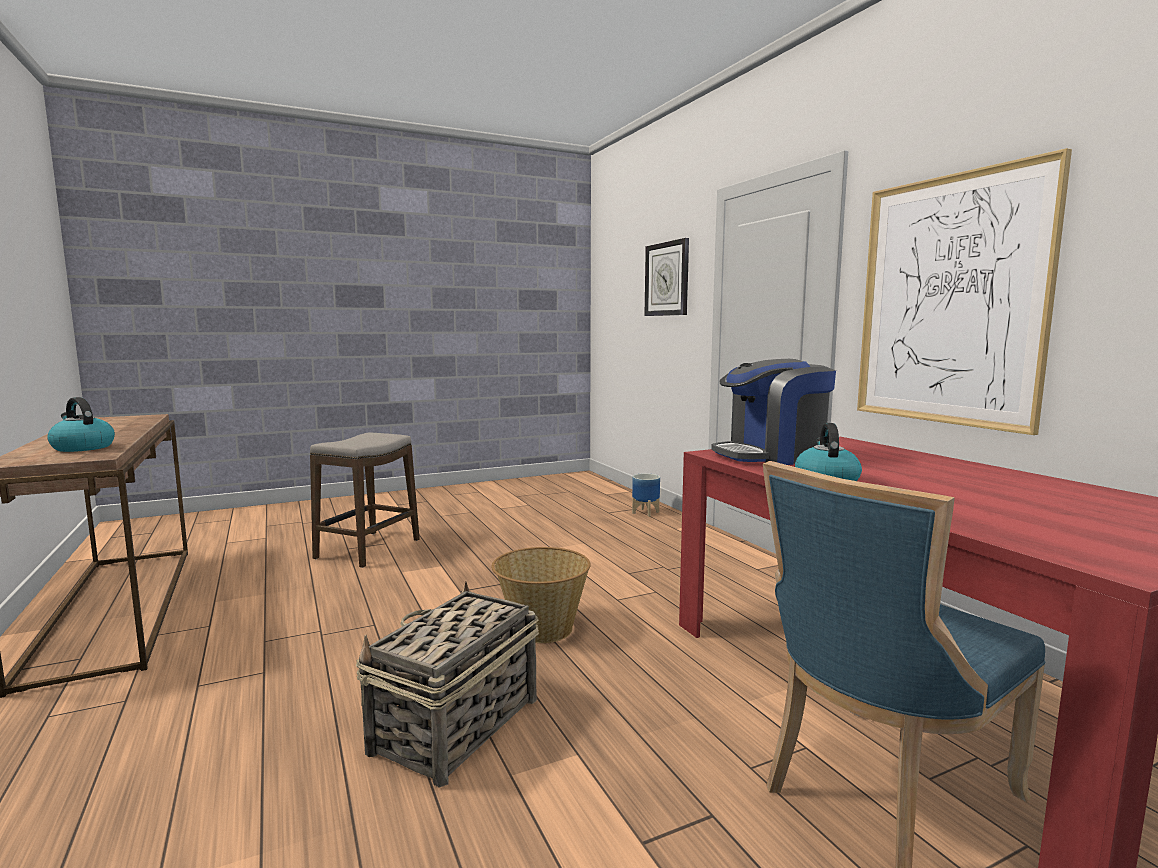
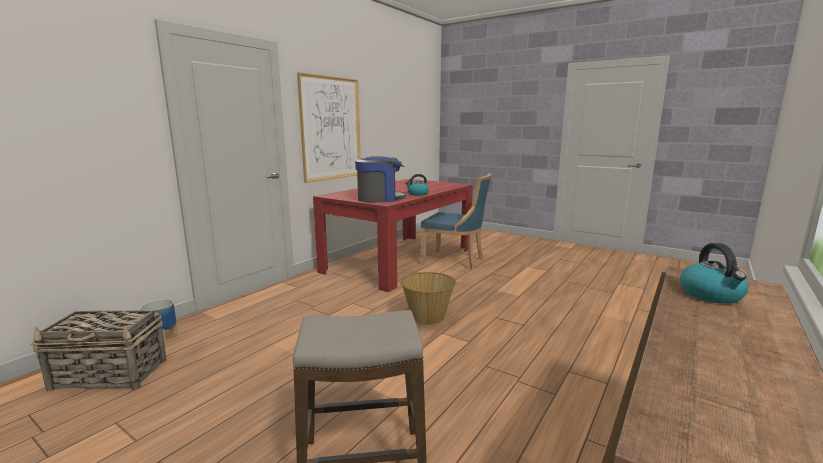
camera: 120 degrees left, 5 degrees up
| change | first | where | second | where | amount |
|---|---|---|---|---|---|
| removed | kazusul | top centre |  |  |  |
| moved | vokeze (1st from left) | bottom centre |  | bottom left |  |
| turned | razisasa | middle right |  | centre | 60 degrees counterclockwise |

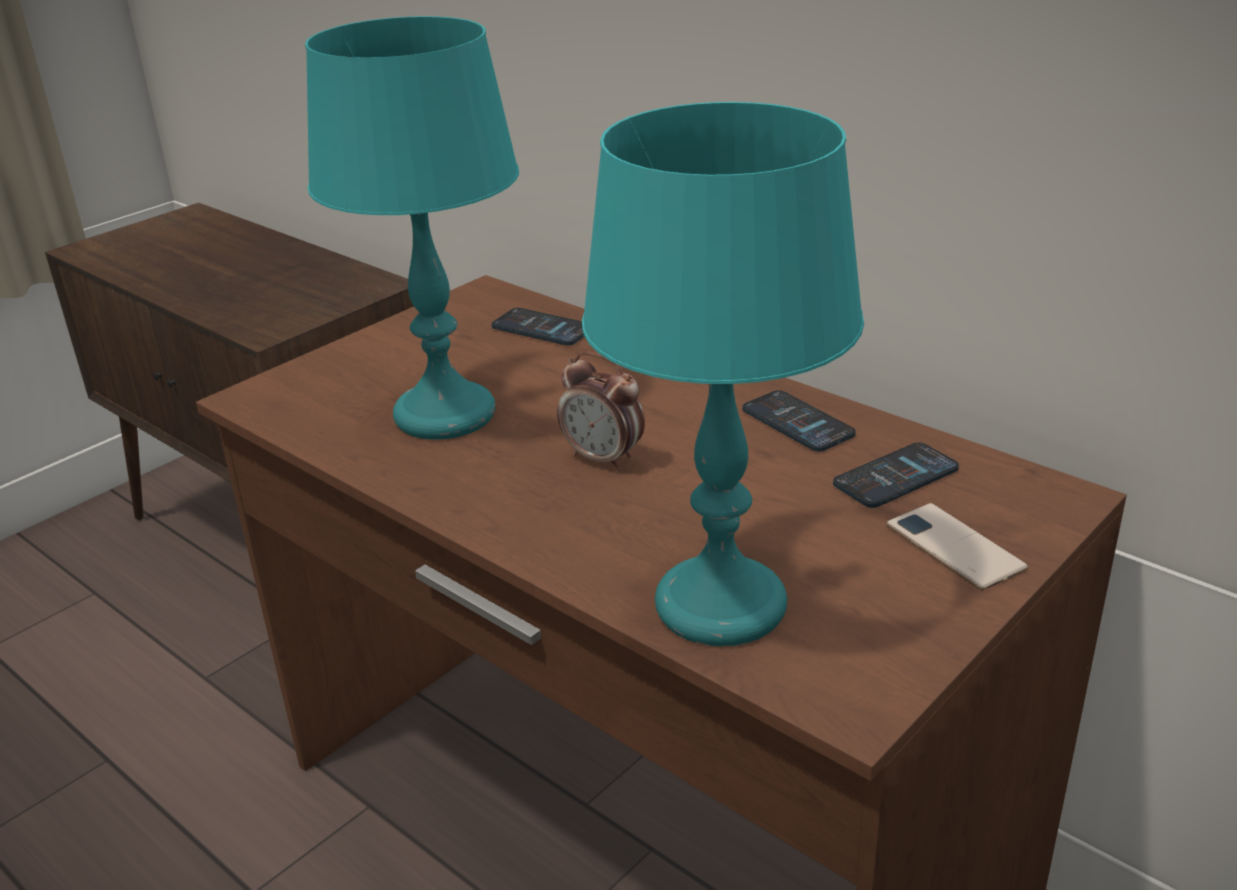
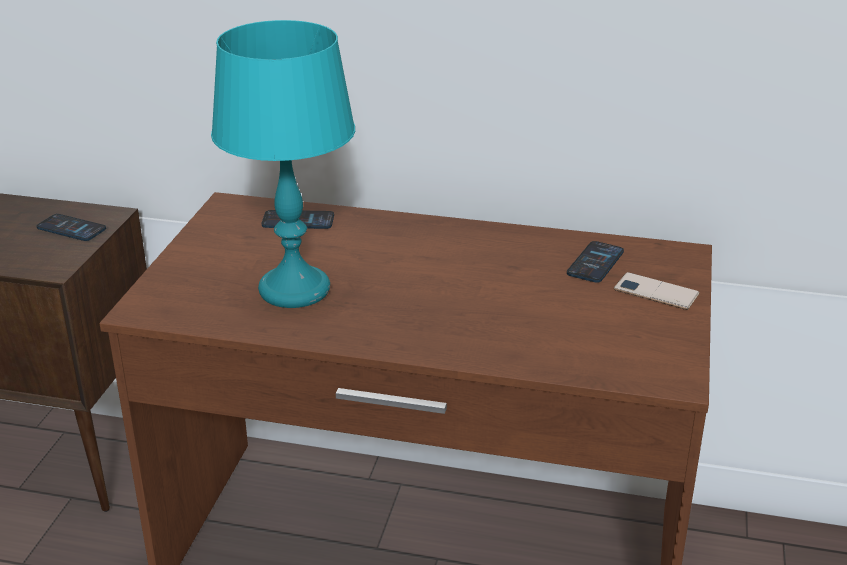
camera: 30 degrees left, 0 degrees up
| change | first | where | second | where | amount |
|---|---|---|---|---|---|
| removed | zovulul | centre |  |  |  |
| removed | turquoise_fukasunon (2nd from left) | centre |  |  |  |
| moved | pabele (2nd from left in the first image) | centre | pabele (1st from left) | middle left |  |

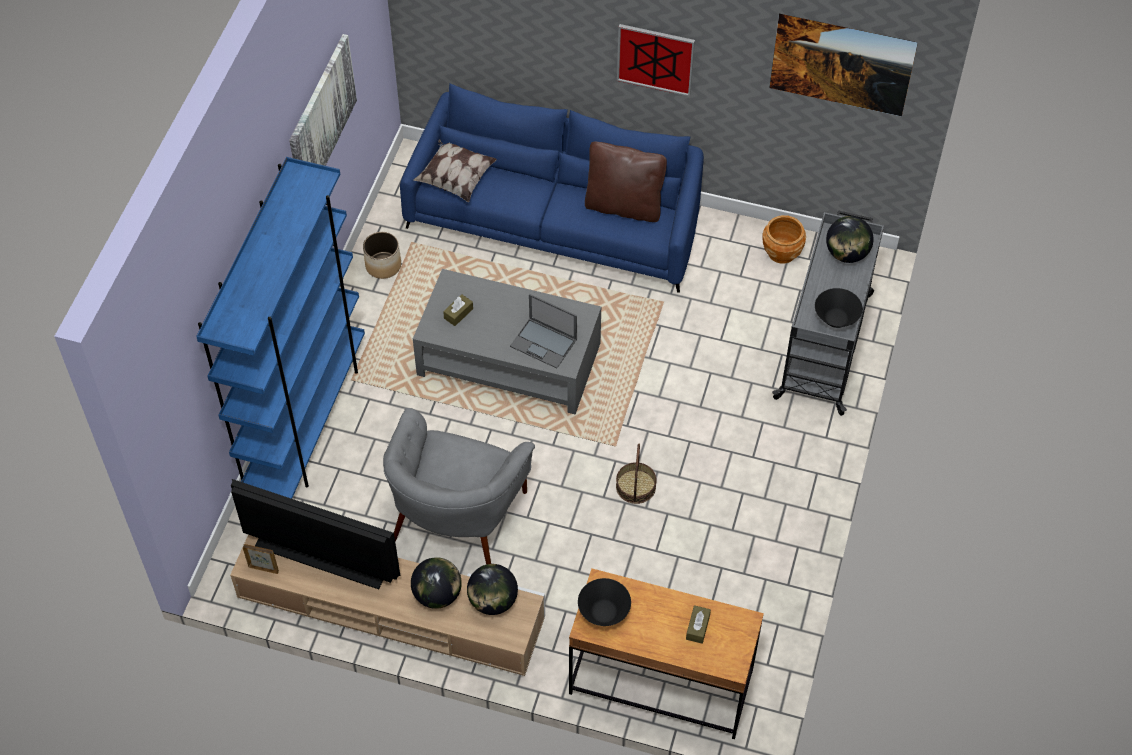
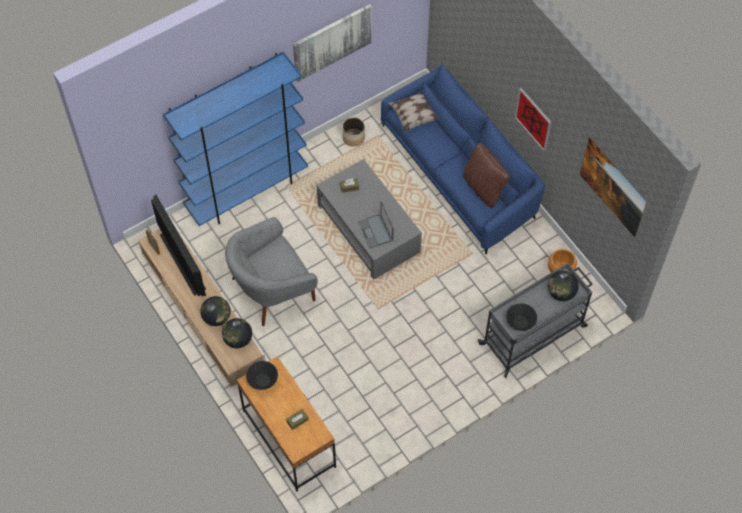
camera: 40 degrees right, 5 degrees up
| change | first | where | second | where | amount |
|---|---|---|---|---|---|
| removed | vokeze | centre |  |  |  |

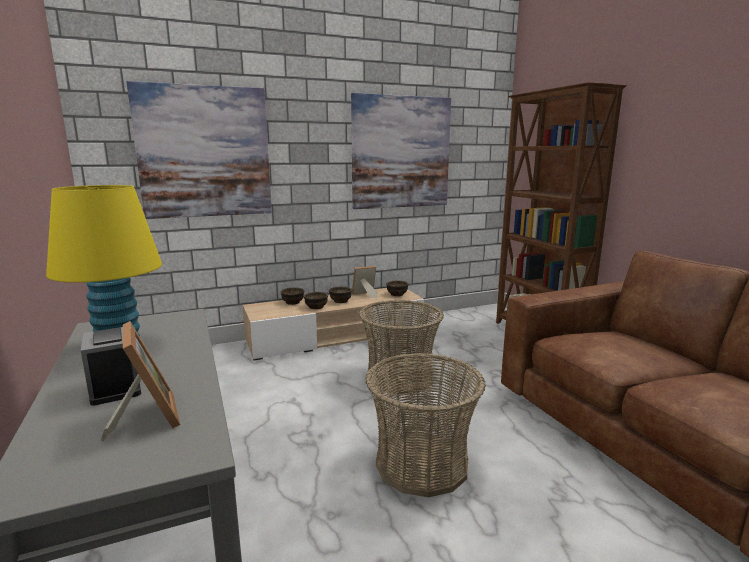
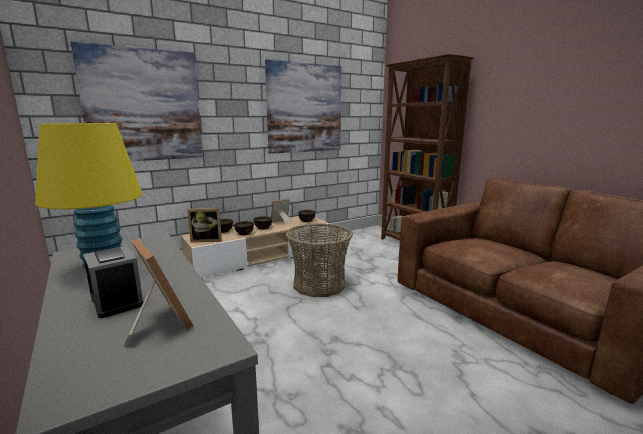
camera: 10 degrees left, 0 degrees up
| change | first | where | second | where | amount |
|---|---|---|---|---|---|
| removed | vokeze (2nd from left) | bottom centre |  |  |  |
| added |  |  | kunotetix (2nd from left) | middle left |  |

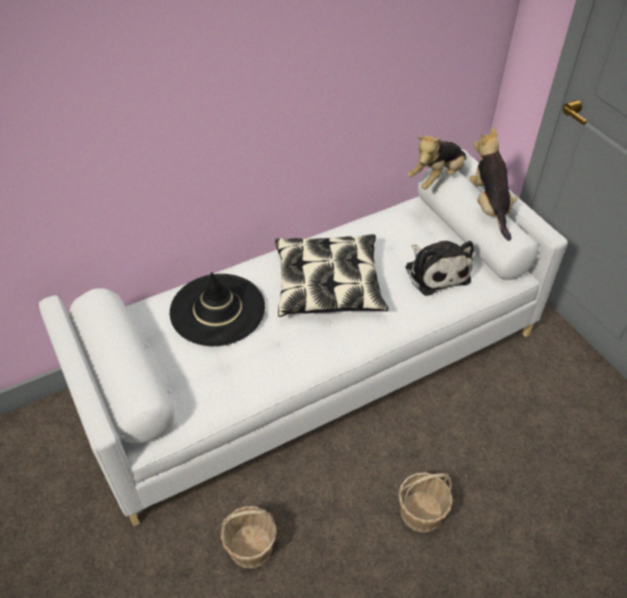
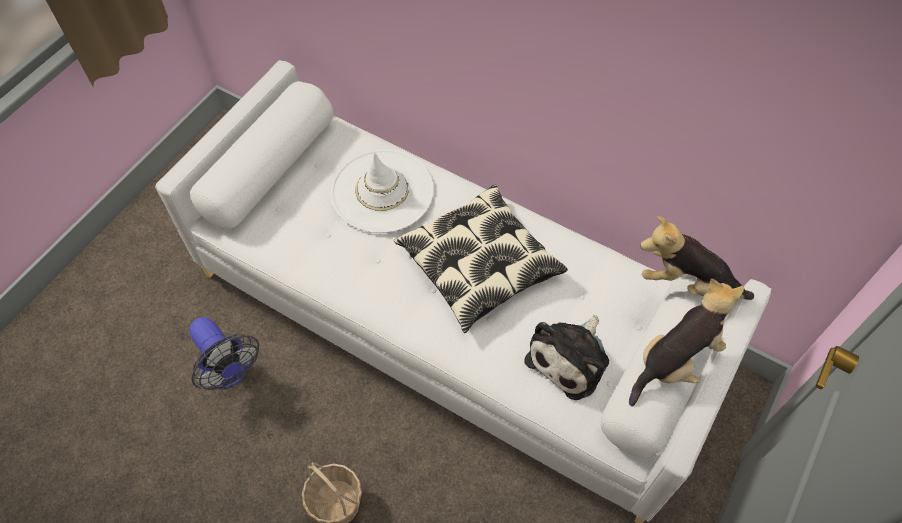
camera: 60 degrees right, 10 degrees up
| change | first | where | second | where | amount |
|---|---|---|---|---|---|
| replaced | vokeze (1st from left) | bottom centre | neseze | bottom left |  |
| recoloured | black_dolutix | centre | white_dolutix | centre |  |

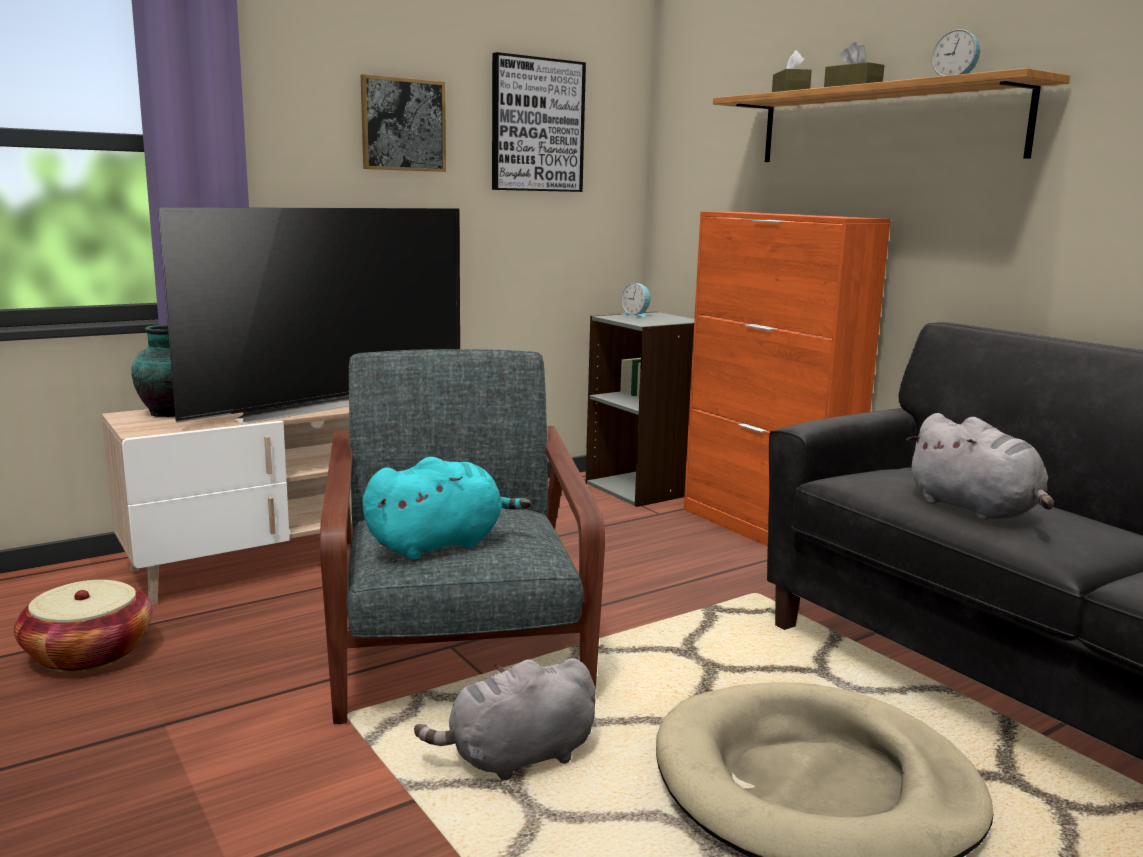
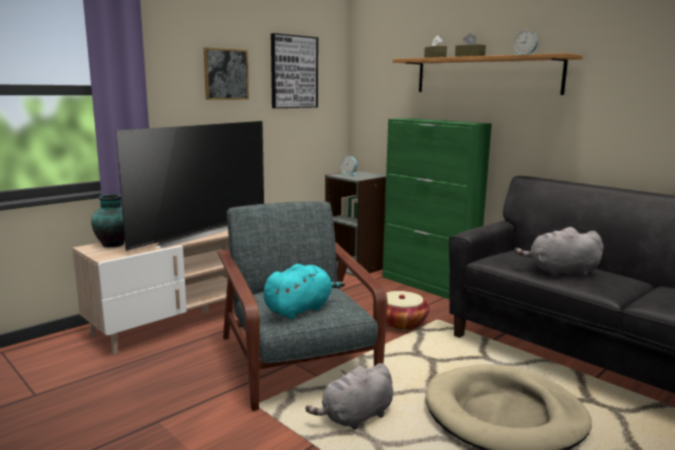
camera: 10 degrees left, 0 degrees up
| change | first | where | second | where | amount |
|---|---|---|---|---|---|
| moved | vokeze | bottom left |  | bottom centre |  |
| recoloured | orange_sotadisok | middle right | green_sotadisok | centre |  |
| turned | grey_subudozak (2nd from left) | middle right |  | middle right | 135 degrees clockwise |

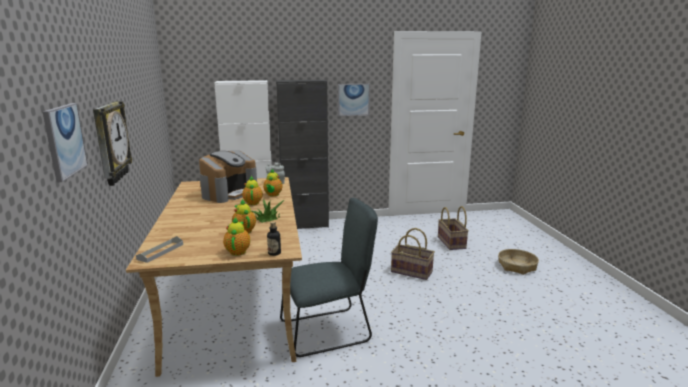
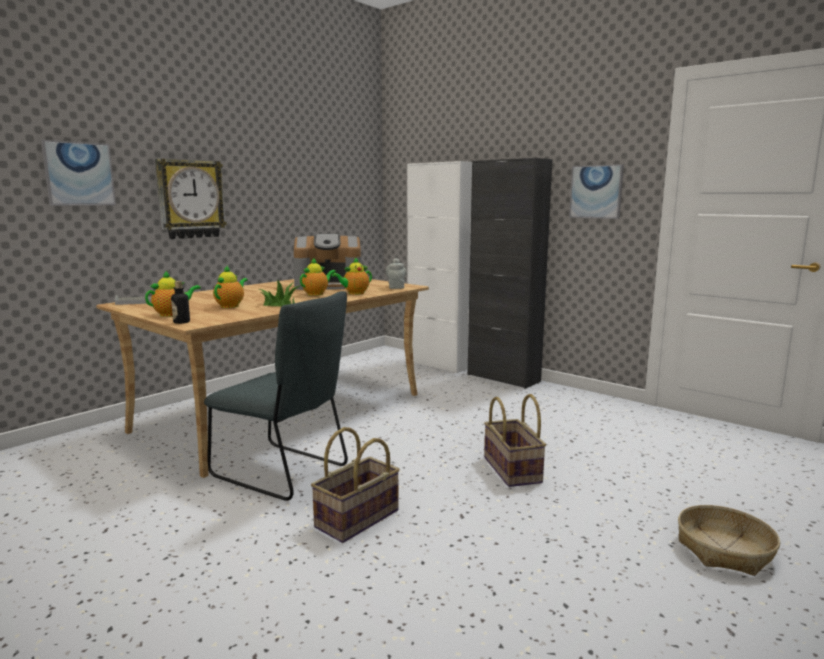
camera: 50 degrees right, 5 degrees down
| change | first | where | second | where | amount |
|---|---|---|---|---|---|
| moved | vokeze (2nd from left in the first image) | centre | vokeze (1st from left) | bottom centre |  |

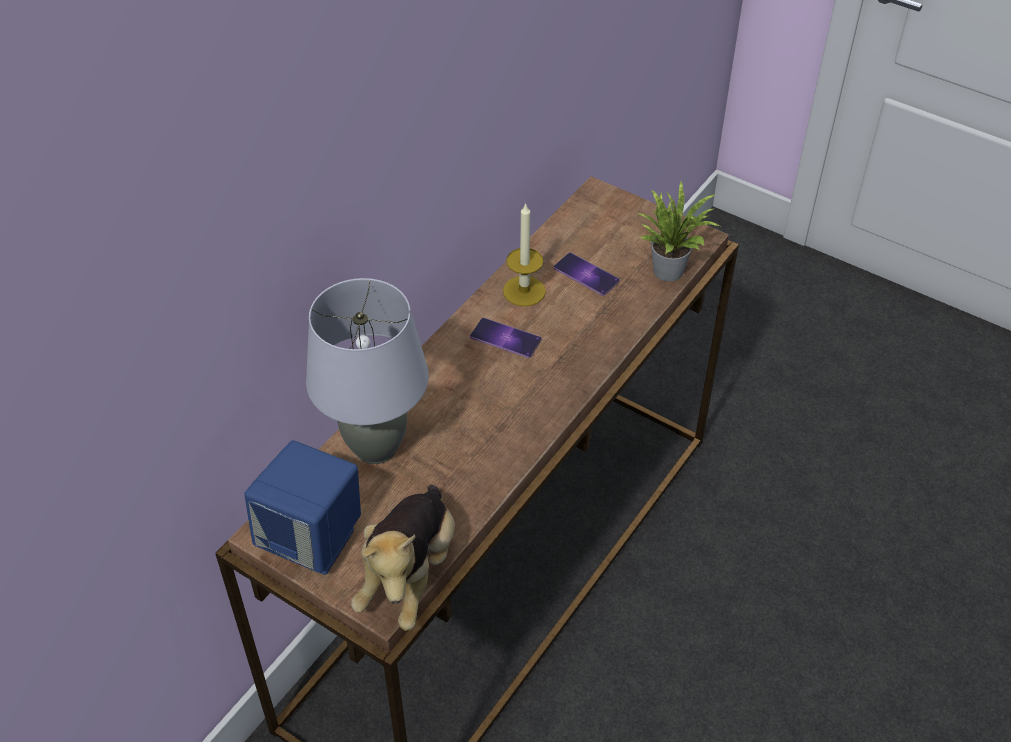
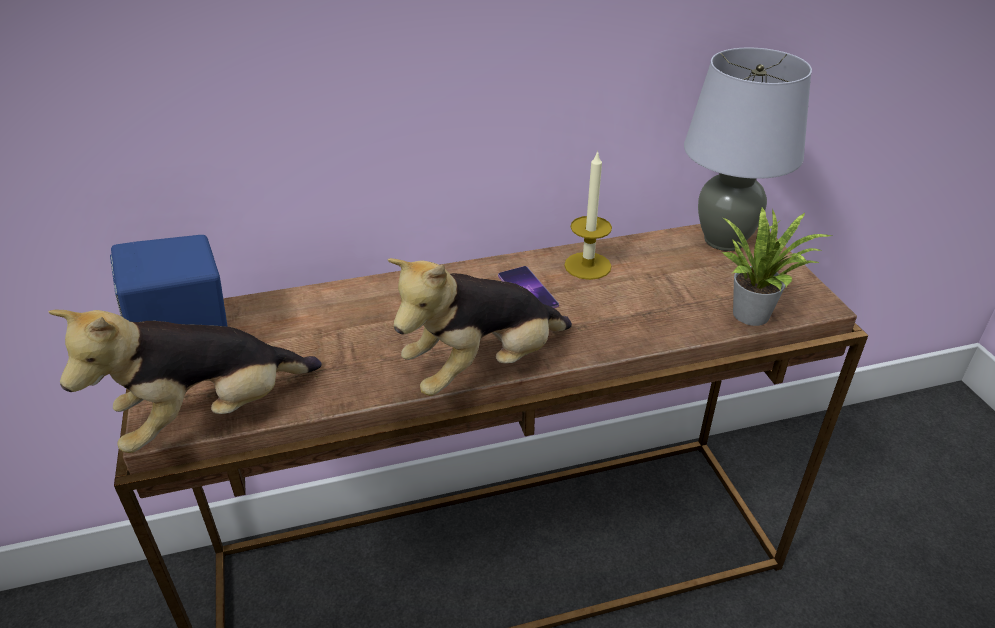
camera: 40 degrees right, 10 degrees down
| change | first | where | second | where | amount |
|---|---|---|---|---|---|
| removed | pabele (2nd from left) | centre |  |  |  |
| added |  |  | subudozak (2nd from left) | centre |  |
| moved | grey_fukasunon | centre |  | top right |  |

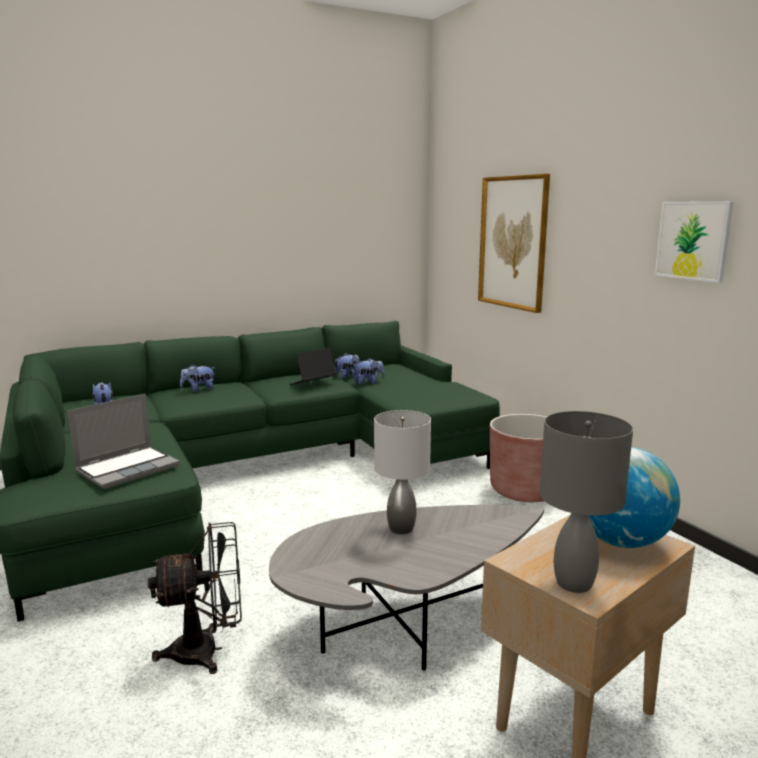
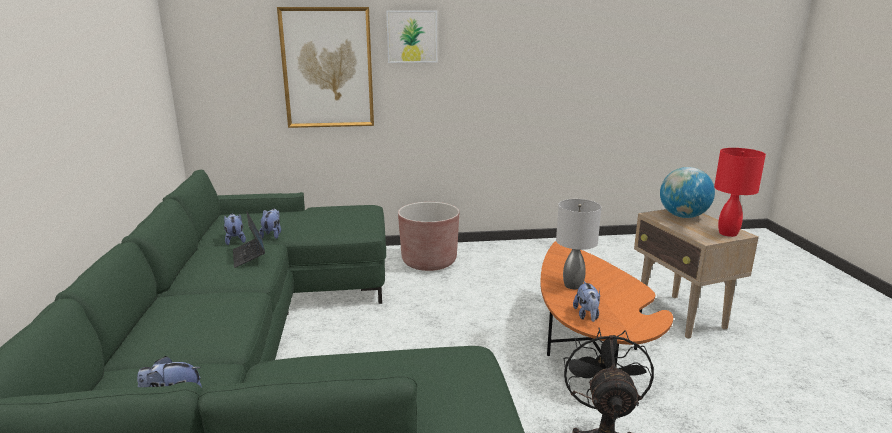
camera: 70 degrees left, 5 degrees up
| change | first | where | second | where | amount |
|---|---|---|---|---|---|
| removed | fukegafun (1st from left) | middle left |  |  |  |
| moved | subudozak (2nd from left in the first image) | middle left | subudozak (4th from left) | bottom centre |  |
| moved | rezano (2nd from left) | top right |  | top centre |  |
| recoloured | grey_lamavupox | bottom centre | orange_lamavupox | bottom right |  |
| recoloured | grey_fukasunon (2nd from left) | middle right | red_fukasunon | middle right |  |

